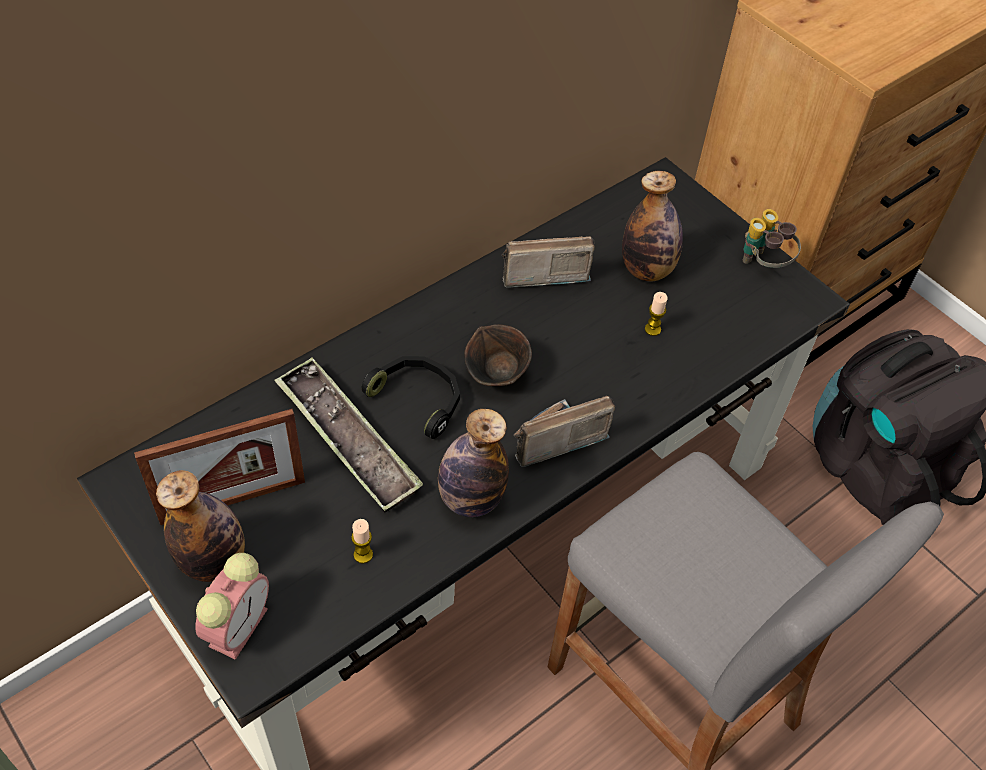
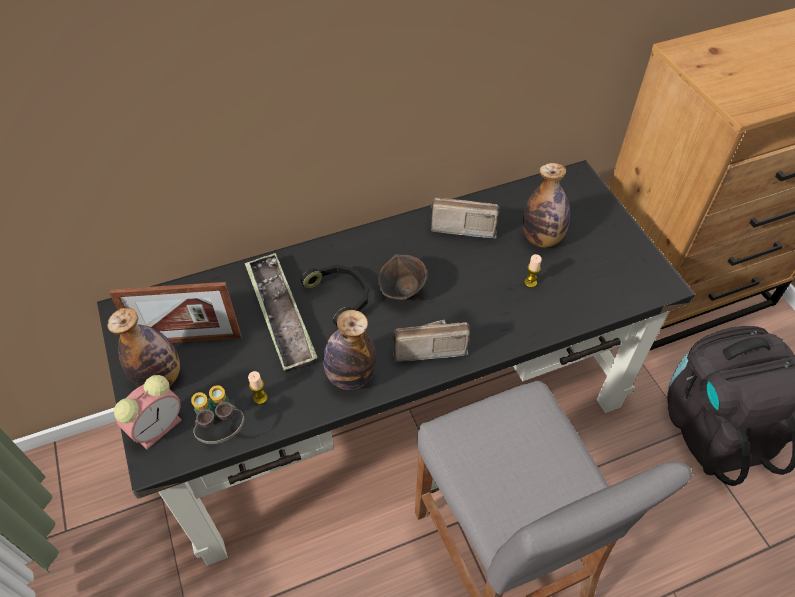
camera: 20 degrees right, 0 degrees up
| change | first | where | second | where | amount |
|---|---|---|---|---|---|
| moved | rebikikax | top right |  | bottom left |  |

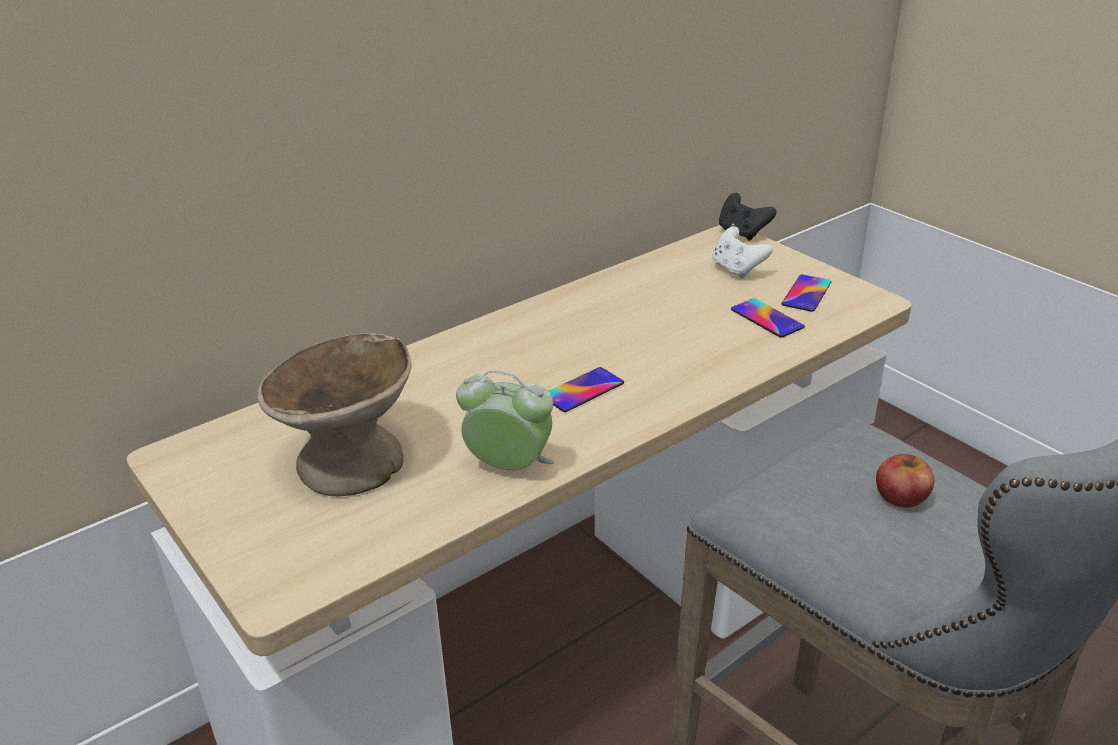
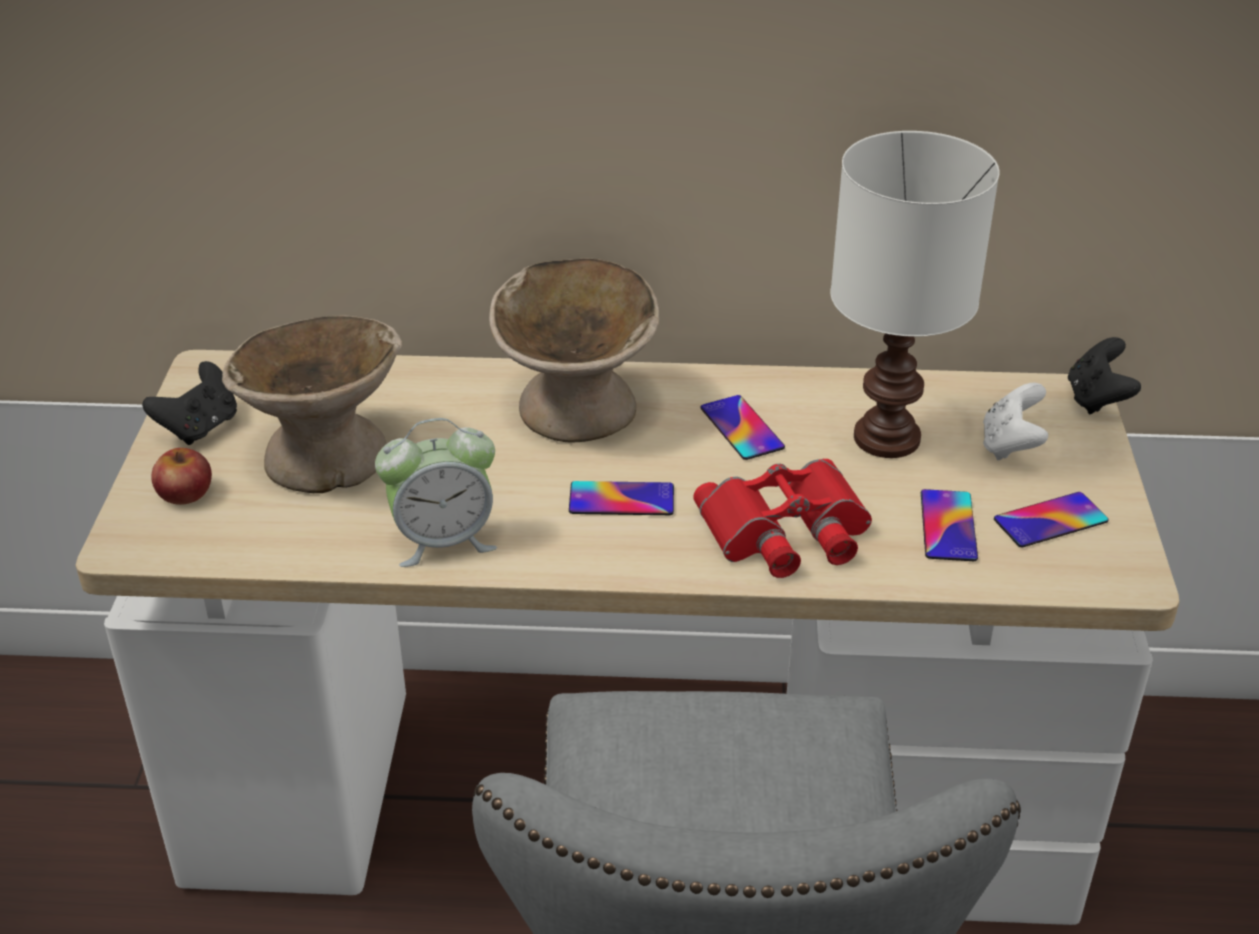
camera: 40 degrees right, 5 degrees up
| change | first | where | second | where | amount |
|---|---|---|---|---|---|
| added |  |  | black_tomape (1st from left) | middle left |  |
| added |  |  | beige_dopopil (2nd from left) | centre |  |
| added |  |  | red_rebikikax | centre |  |
| added |  |  | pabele (2nd from left) | centre |  |
| added |  |  | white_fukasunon | top right |  |
| moved | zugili | middle right |  | middle left |  |
| turned | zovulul | centre |  | centre | 105 degrees clockwise |

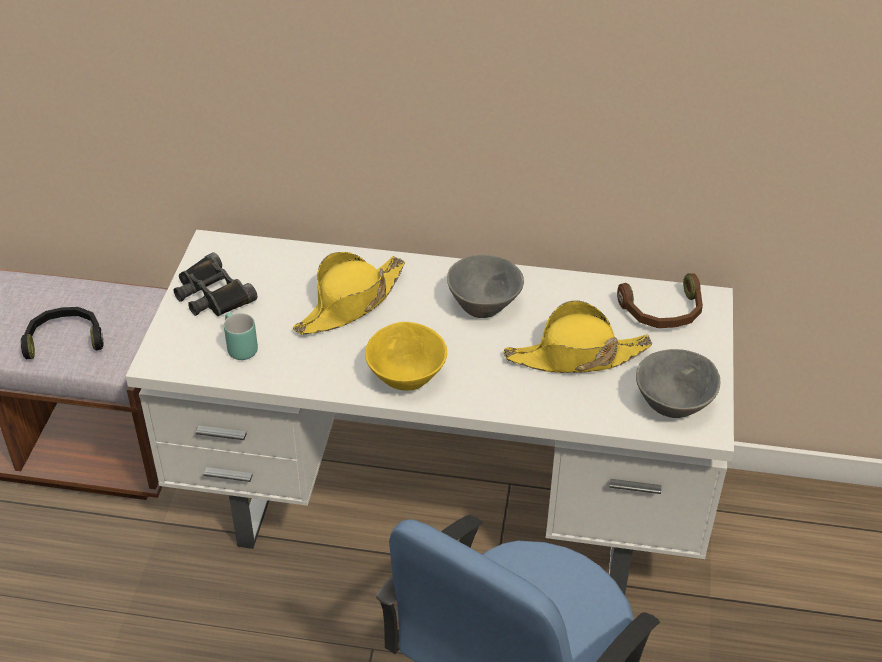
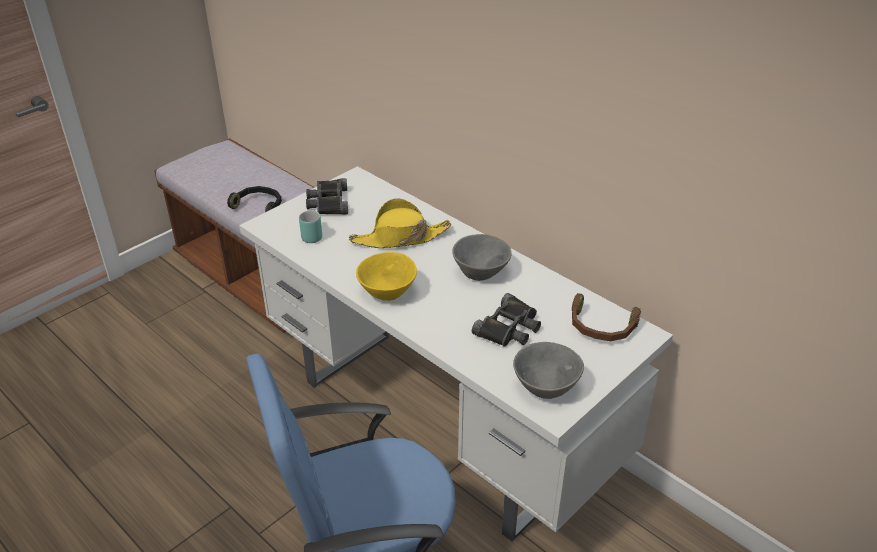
camera: 35 degrees right, 5 degrees down
| change | first | where | second | where | amount |
|---|---|---|---|---|---|
| replaced | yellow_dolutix (2nd from left) | centre | black_rebikikax (2nd from left) | centre |  |

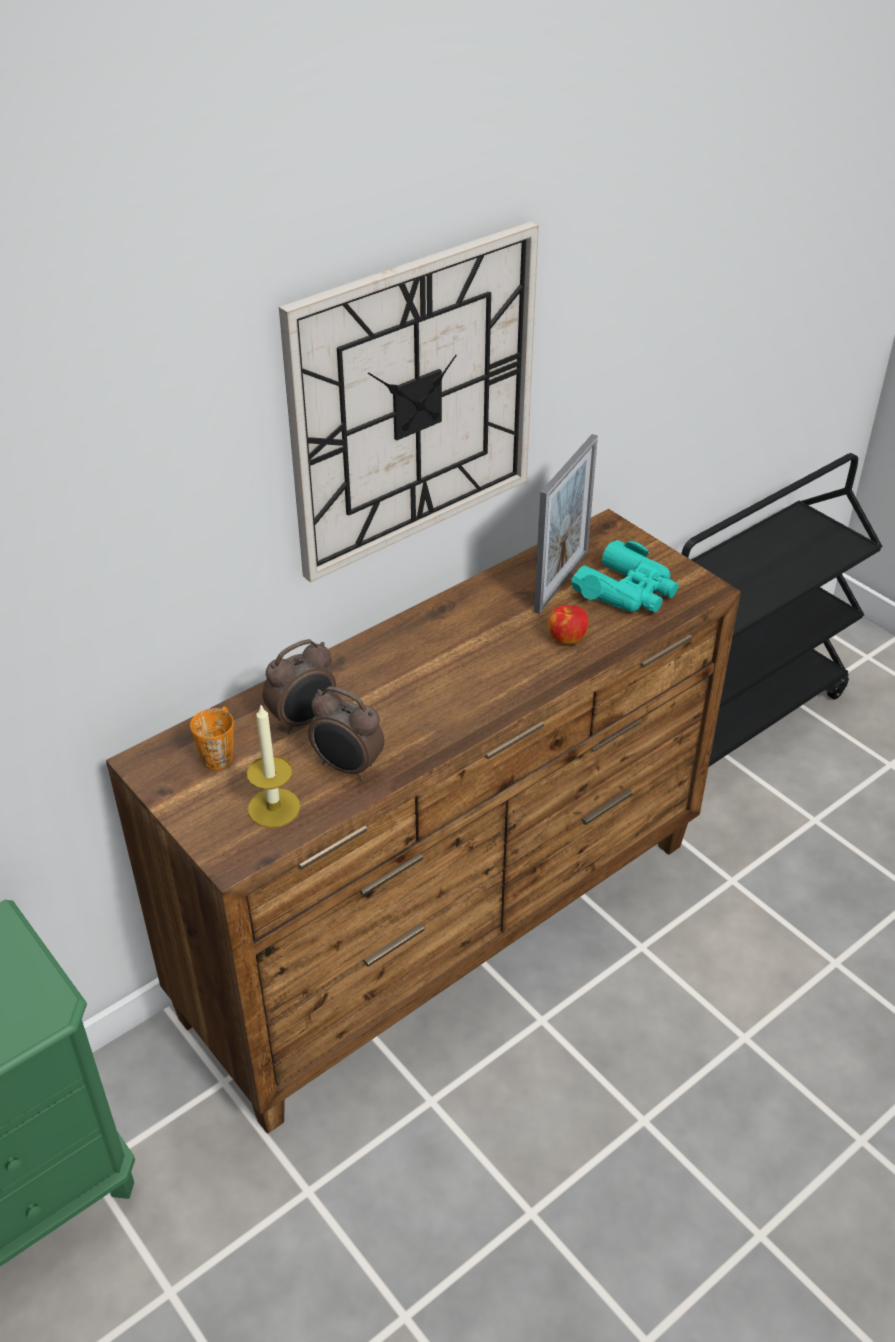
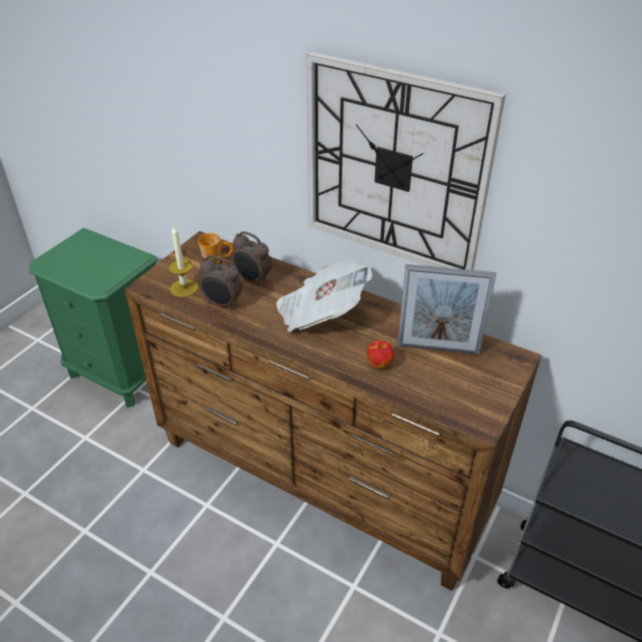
camera: 70 degrees right, 0 degrees up
| change | first | where | second | where | amount |
|---|---|---|---|---|---|
| removed | turquoise_rebikikax | middle right |  |  |  |
| added |  |  | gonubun | centre |  |
| turned | zovulul (2nd from left in the first image) | centre | zovulul (1st from left) | centre | 75 degrees counterclockwise |

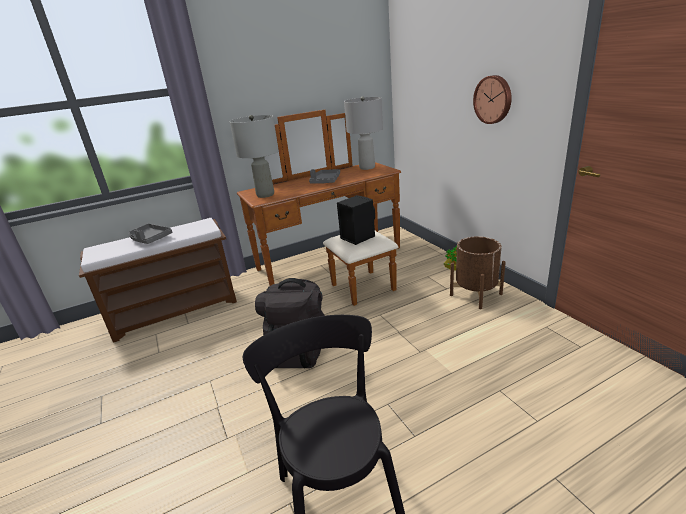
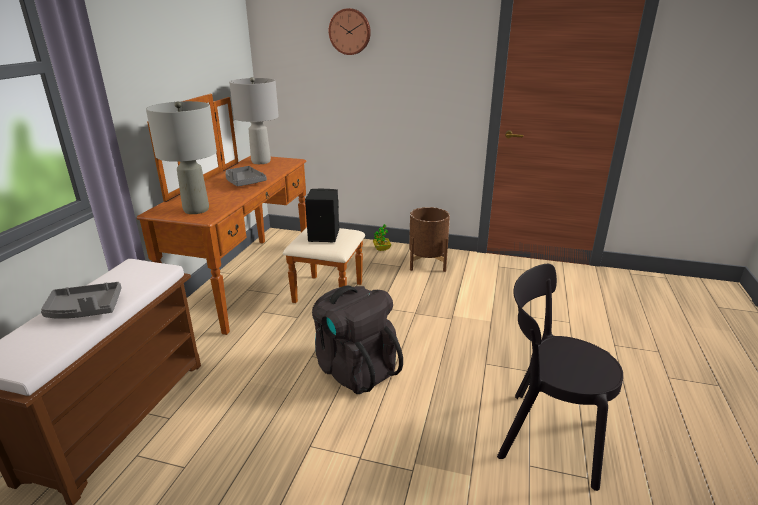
camera: 50 degrees left, 0 degrees up
| change | first | where | second | where | amount |
|---|---|---|---|---|---|
| moved | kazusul | top right |  | top centre |  |

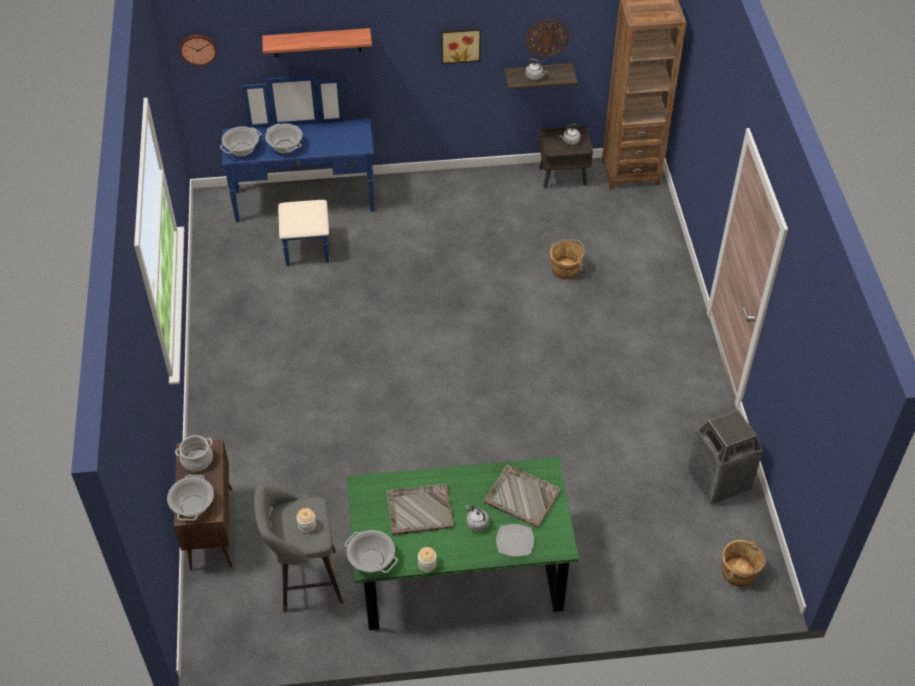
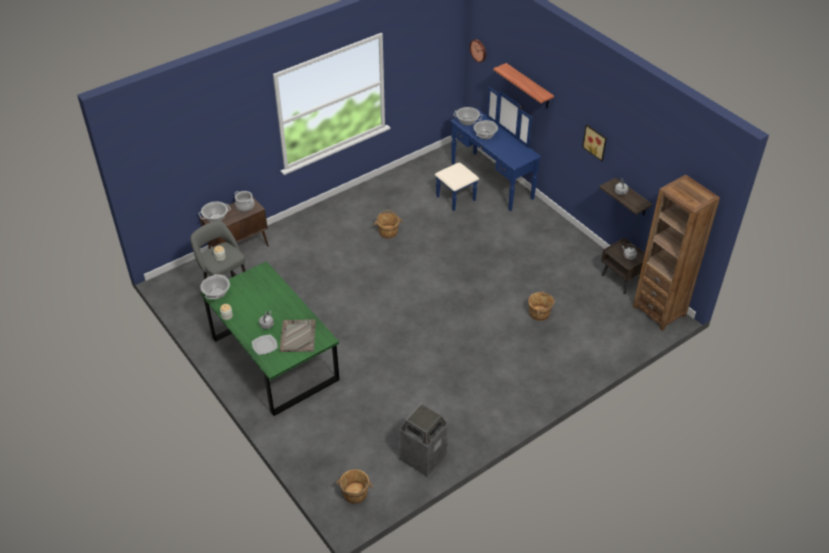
camera: 60 degrees right, 5 degrees down
| change | first | where | second | where | amount |
|---|---|---|---|---|---|
| removed | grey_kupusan (1st from left) | bottom centre |  |  |  |
| removed | kazusul (2nd from left) | top centre |  |  |  |
| added |  |  | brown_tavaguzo (2nd from left) | centre |  |

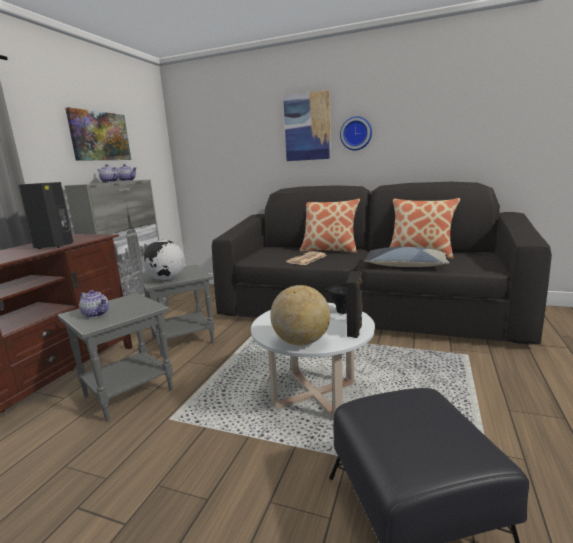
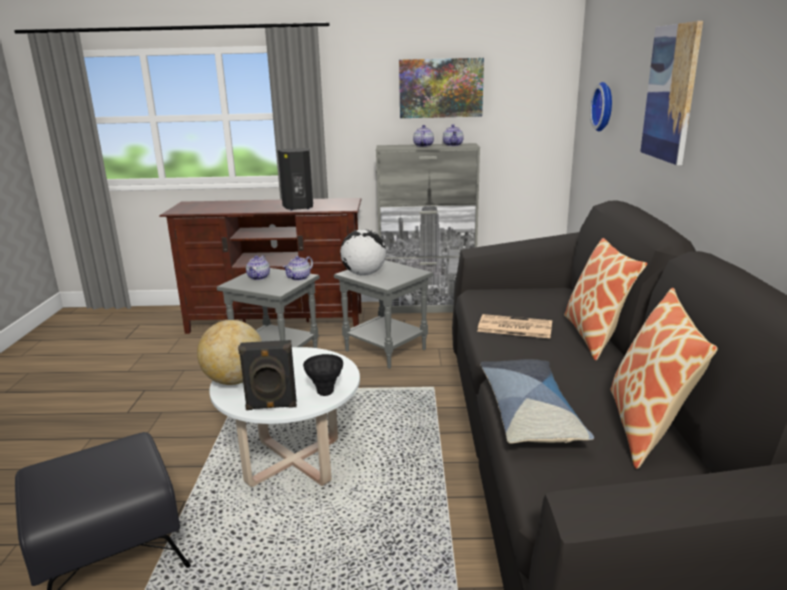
camera: 70 degrees right, 5 degrees up
| change | first | where | second | where | amount |
|---|---|---|---|---|---|
| added |  |  | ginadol (2nd from left) | centre |  |
| moved | kazusul | top centre |  | top right |  |

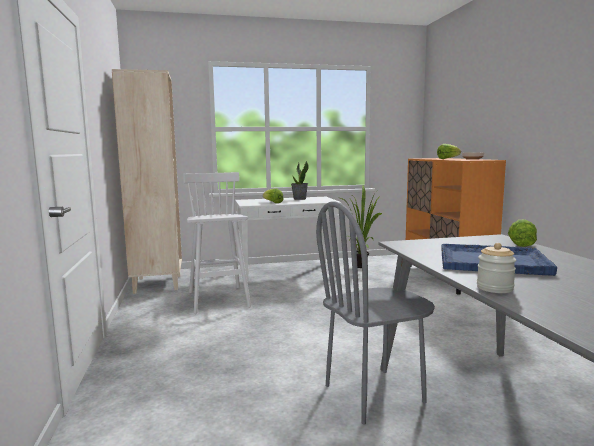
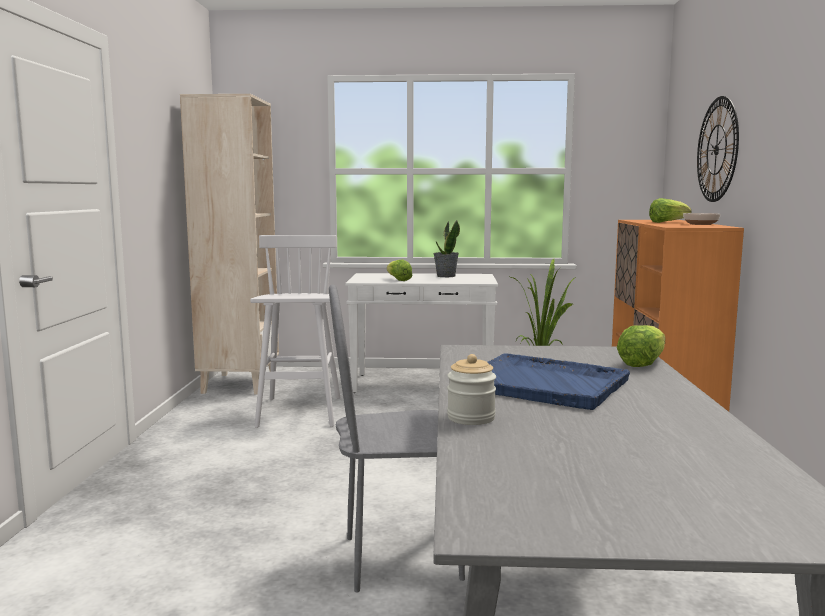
camera: 15 degrees right, 0 degrees up
| change | first | where | second | where | amount |
|---|---|---|---|---|---|
| added |  |  | kazusul | top right |  |

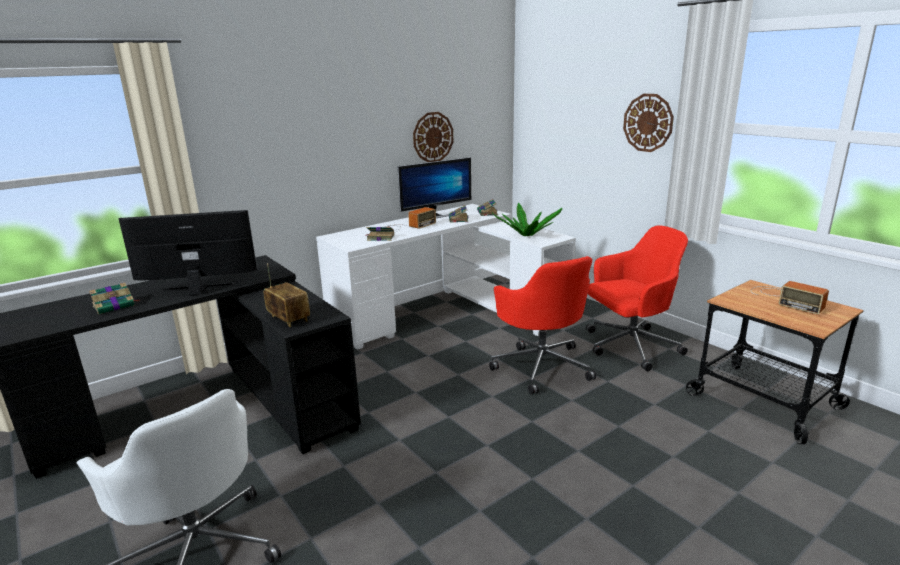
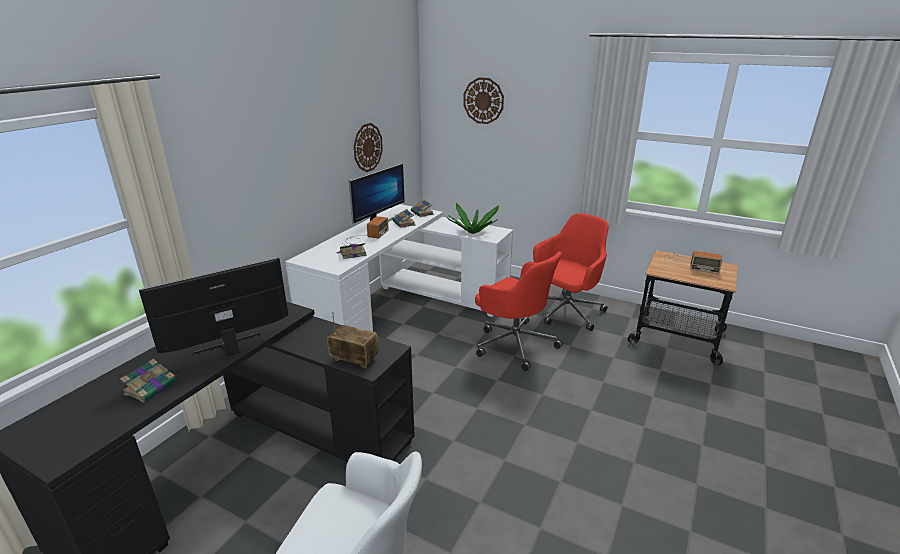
camera: 25 degrees left, 5 degrees up
| change | first | where | second | where | amount |
|---|---|---|---|---|---|
| moved | kazusul (2nd from left) | top right |  | top centre |  |

